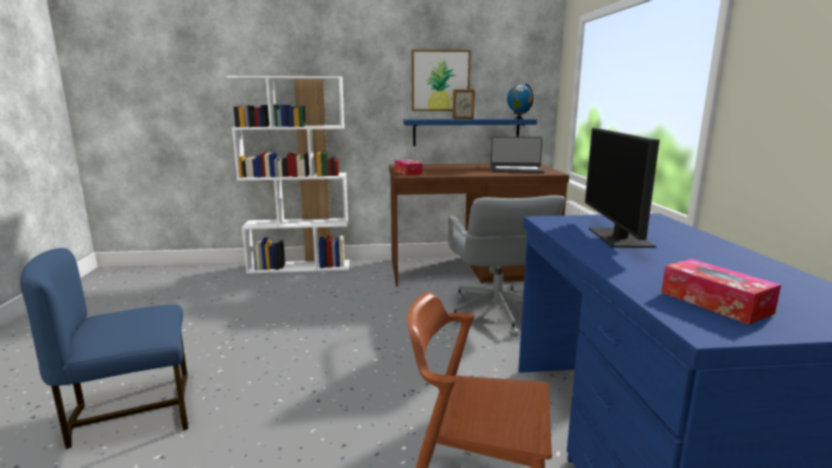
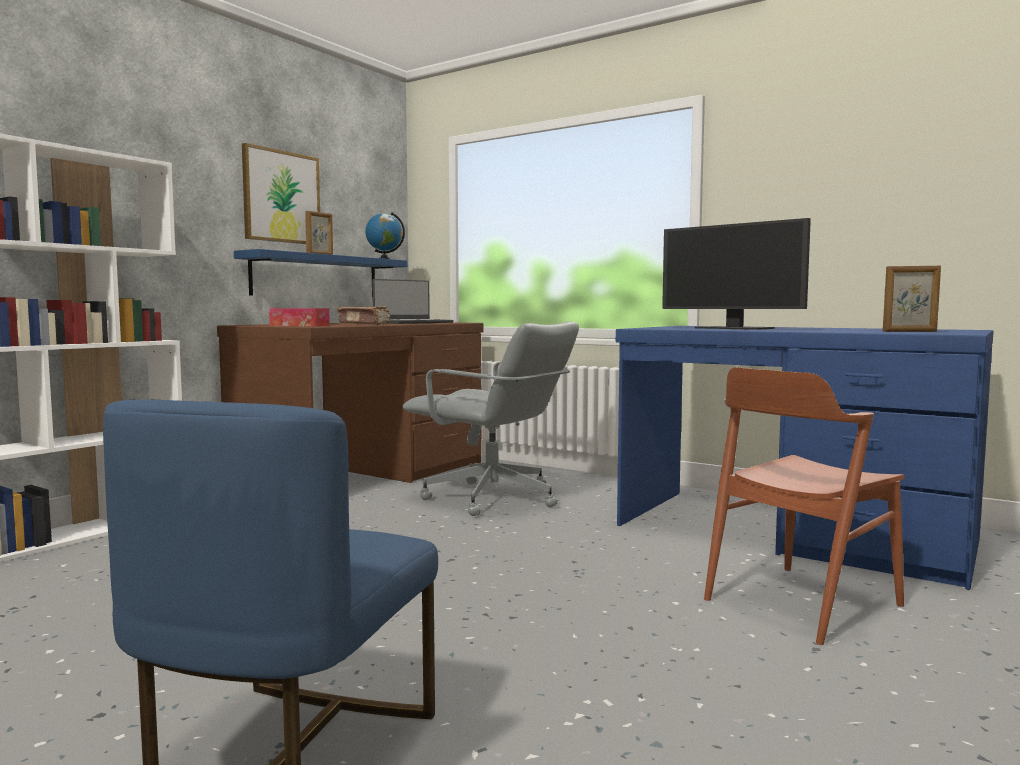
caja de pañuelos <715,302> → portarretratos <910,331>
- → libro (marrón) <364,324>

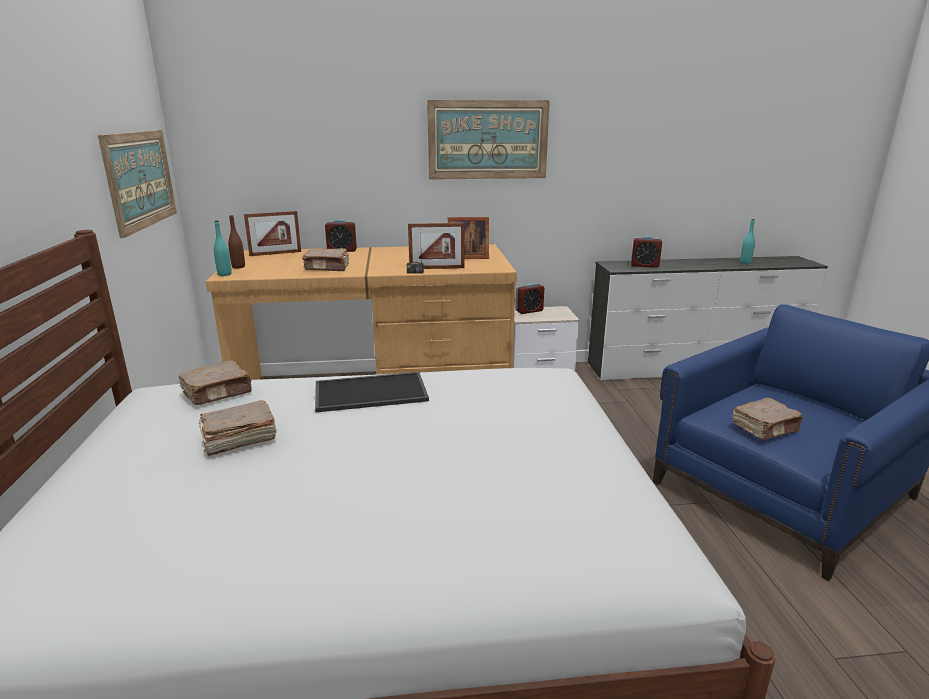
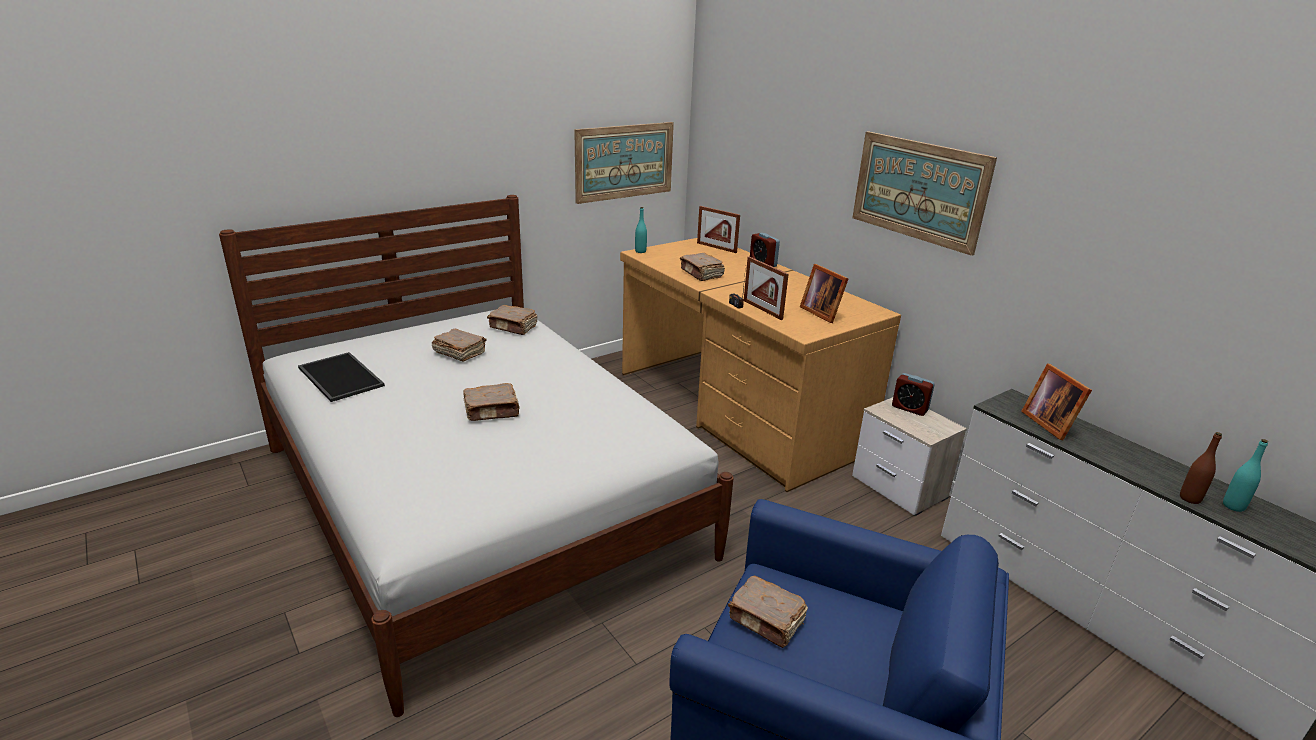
botella (marrón) <238,267> → botella (marrón) <1190,498>, relocated
despertador <644,265> → portarretratos <1049,423>
bandeja <369,393> → bandeja <339,377>, relocated
- → libro (marrón) <492,412>

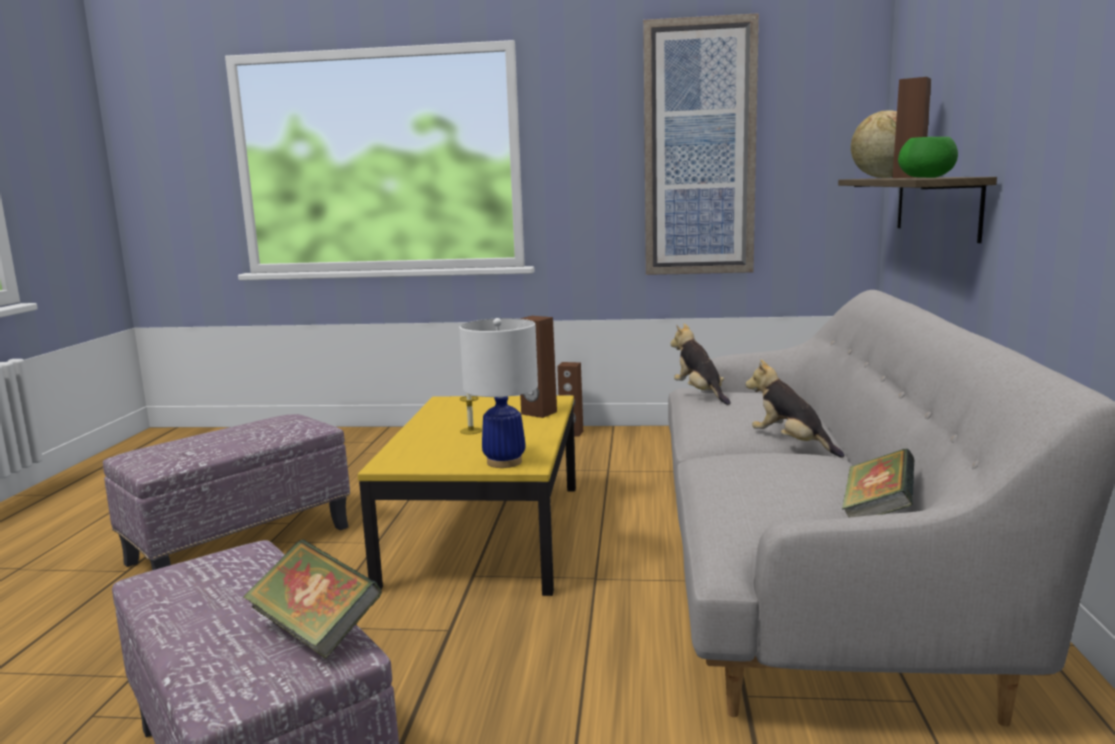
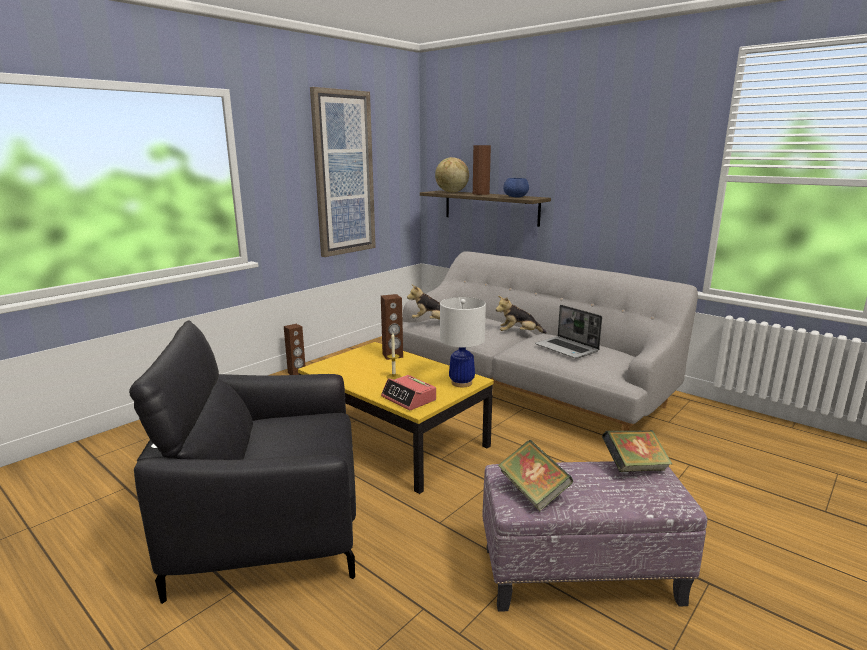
cuenco (verde) <927,177> → cuenco (azul) <516,197>
puf <241,544> → sillón (negro) <271,525>
libro <877,512> → libro <533,492>, relocated
- → portátil <567,348>
- → despertador <409,399>

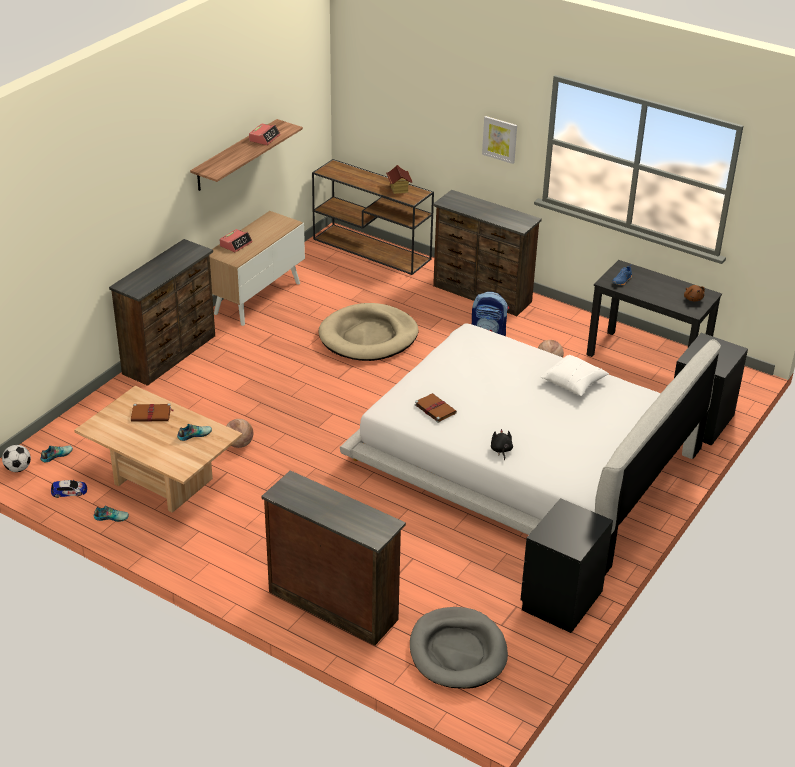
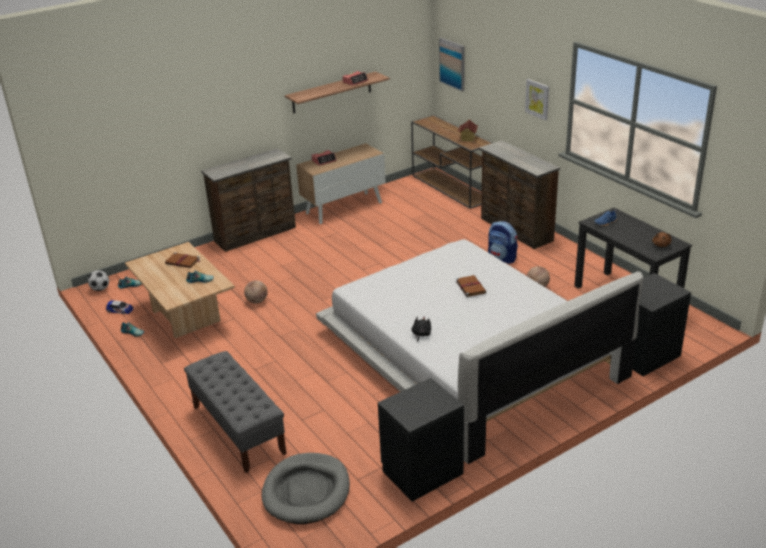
cama para perro (beis) <368,336> → -
cojín (blanco) <573,382> → -
libro (marrón) <434,408> → libro (marrón) <470,287>, relocated
cómoda (marrón) <333,604> → banco (gris) <238,429>
- → cuadro <452,64>

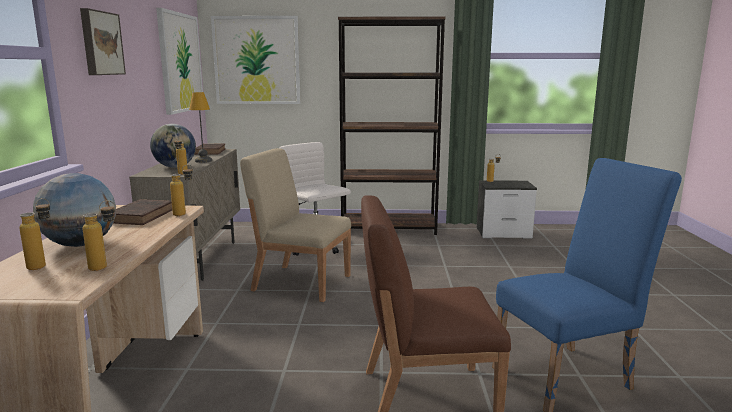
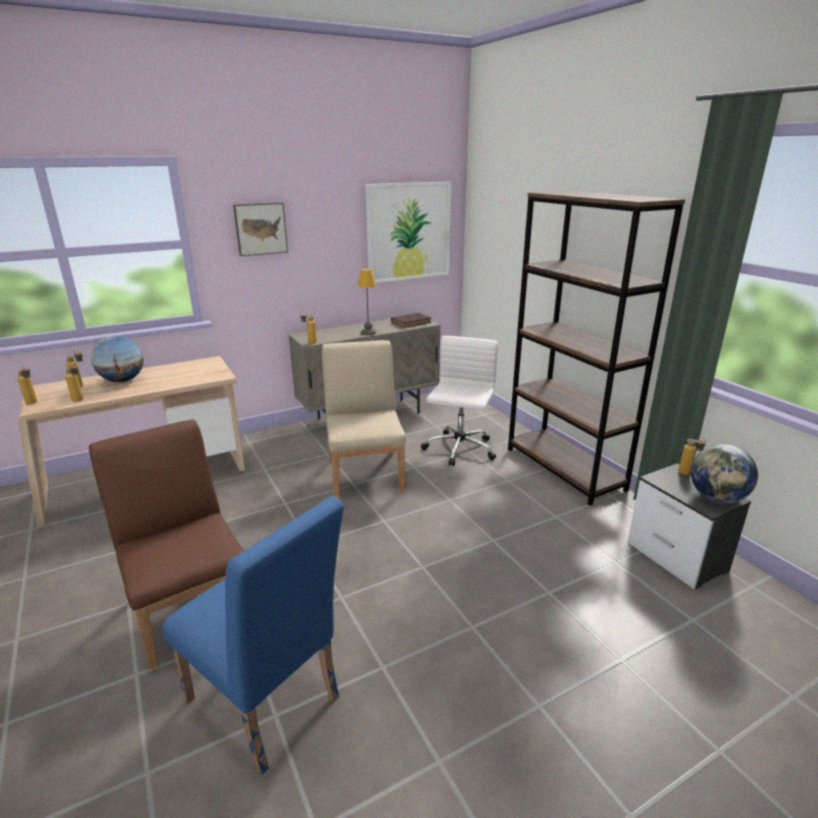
cuadro <257,60> → -
globo terráqueo <175,167> → globo terráqueo <717,498>, relocated
botella <184,214> → botella <33,403>, relocated
libro (marrón) <142,215> → -

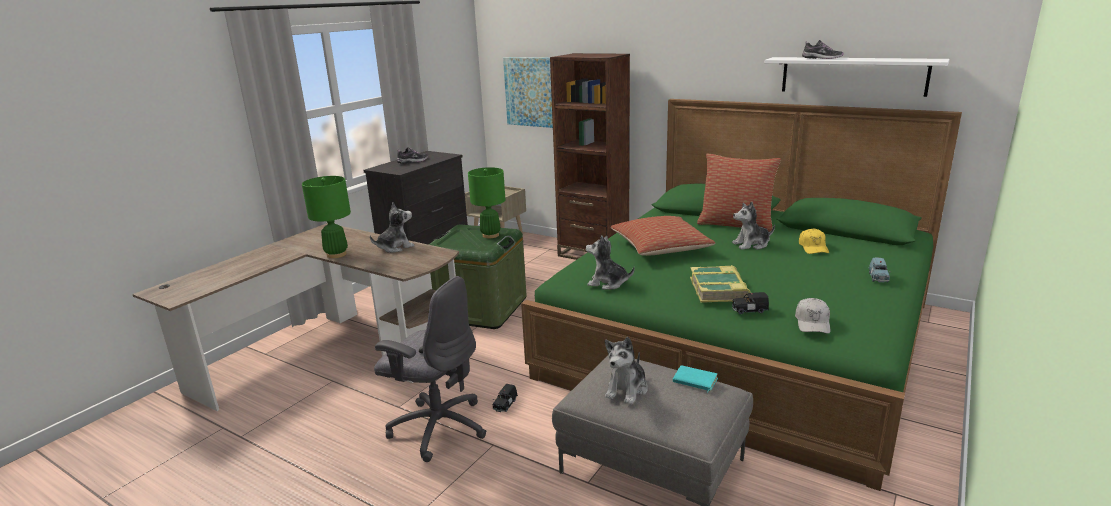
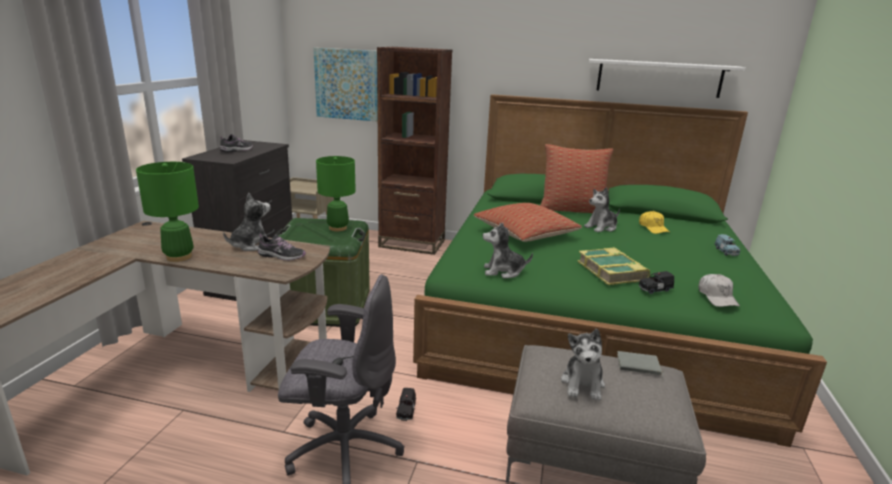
zapato <822,58> → zapato <281,256>, relocated
libro (turquesa) <694,381> → libro (gris) <638,366>

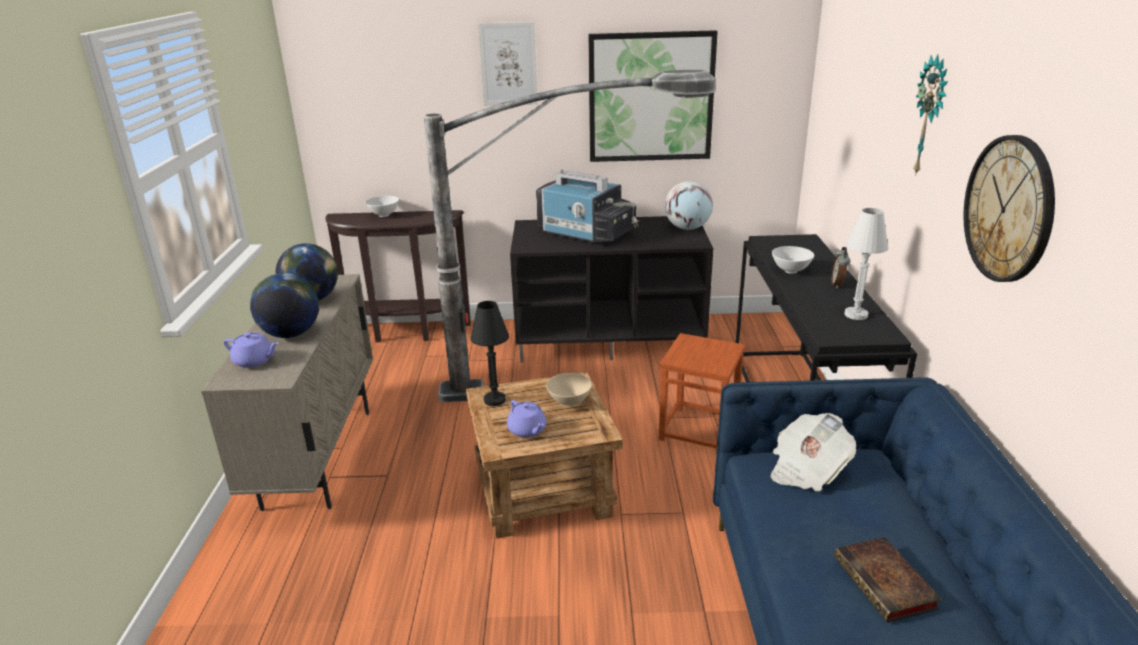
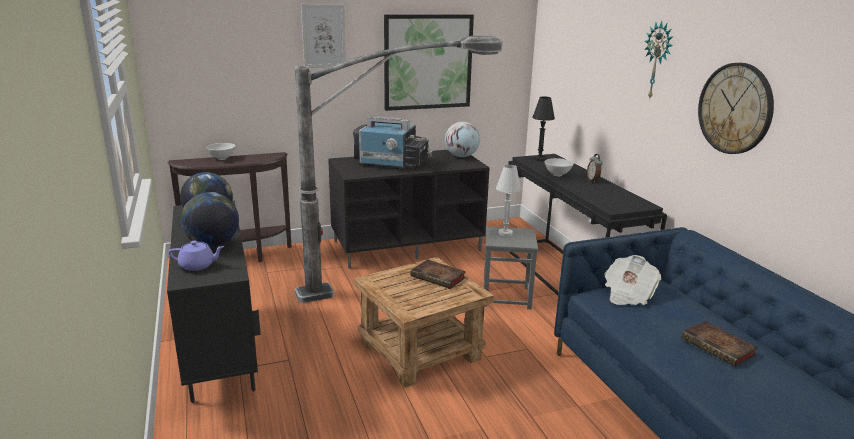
lámpara de mesa (blanco) <856,315> → lámpara de mesa (blanco) <505,233>, relocated
armario (beis) <319,457> → armario (negro) <220,356>
lámpara de mesa (negro) <494,400> → lámpara de mesa (negro) <539,159>, relocated
taburete (marrón) <699,430> → taburete (gris) <506,296>
cuenco (beis) <569,402> → libro <439,277>
tetera (morado) <527,430> → -

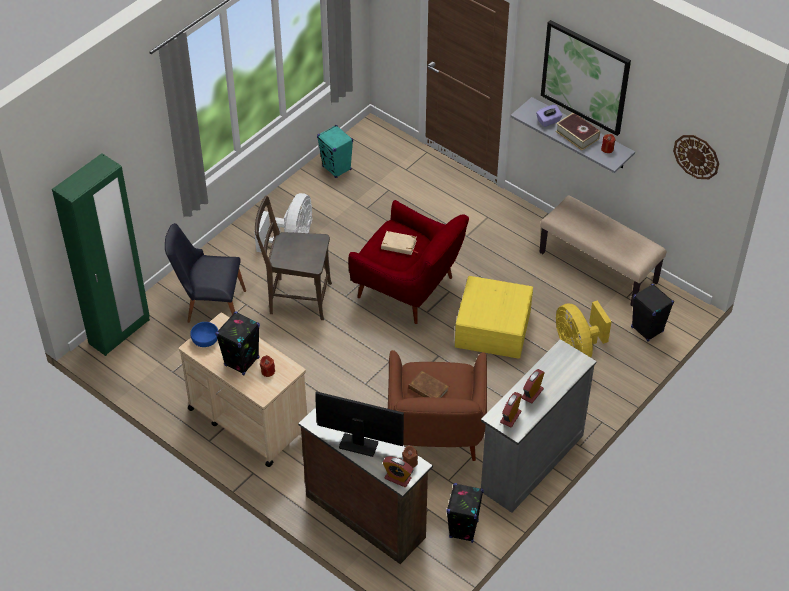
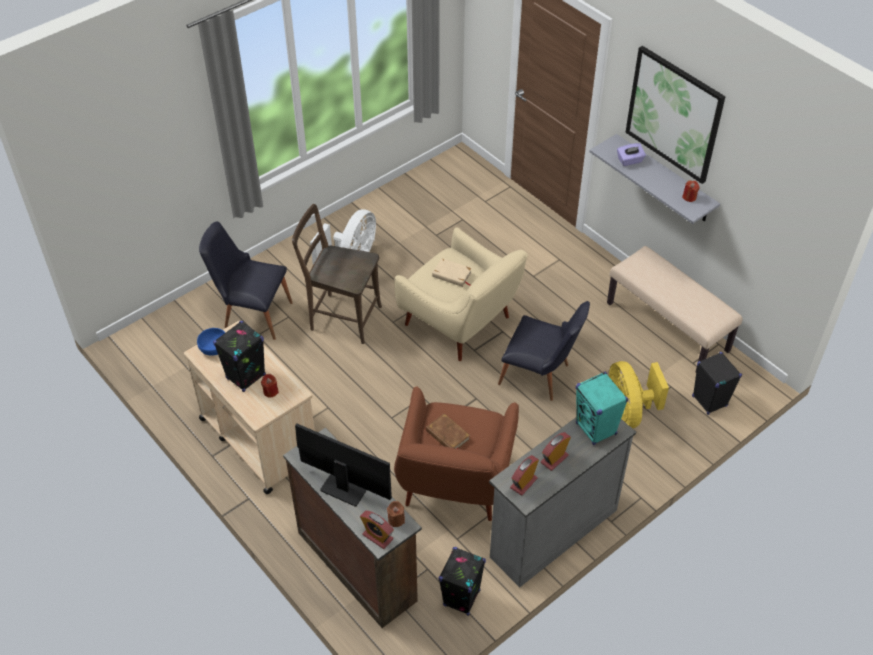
libro <577,135> → -
altavoz (turquesa) <337,168> → altavoz (turquesa) <596,429>, relocated
reloj de pared <696,156> → -
armario ropero (verde) <120,332> → -
sillón (rojo) <409,290> → sillón (beis) <461,324>
caja de almacenaje (amarillo) <492,328> → silla (negro) <540,377>

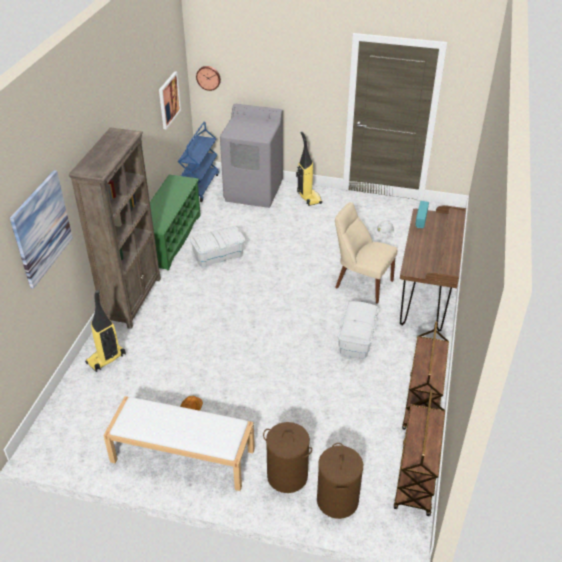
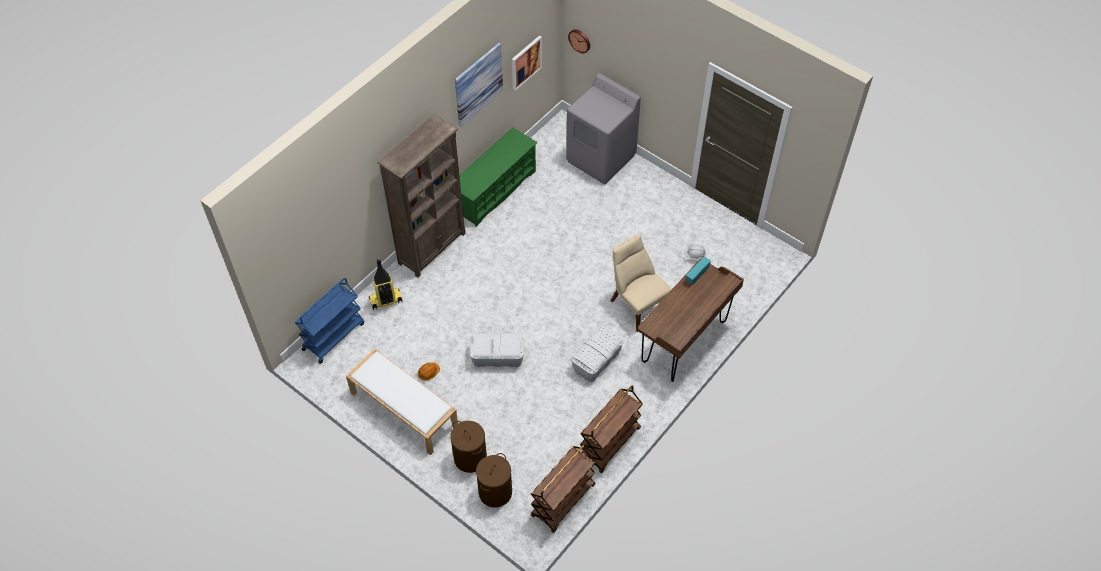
carrito (azul) <200,186> → carrito (azul) <333,336>, relocated
aspiradora <308,198> → -
cuadro <41,228> → cuadro <478,84>, relocated
caja de almacenaje (blanco) <218,255> → caja de almacenaje (blanco) <497,356>, relocated

